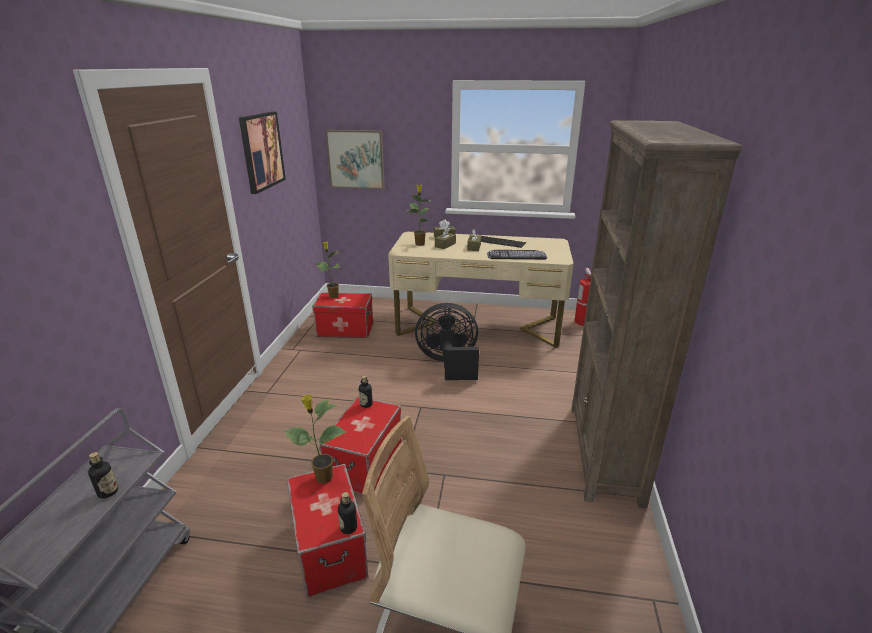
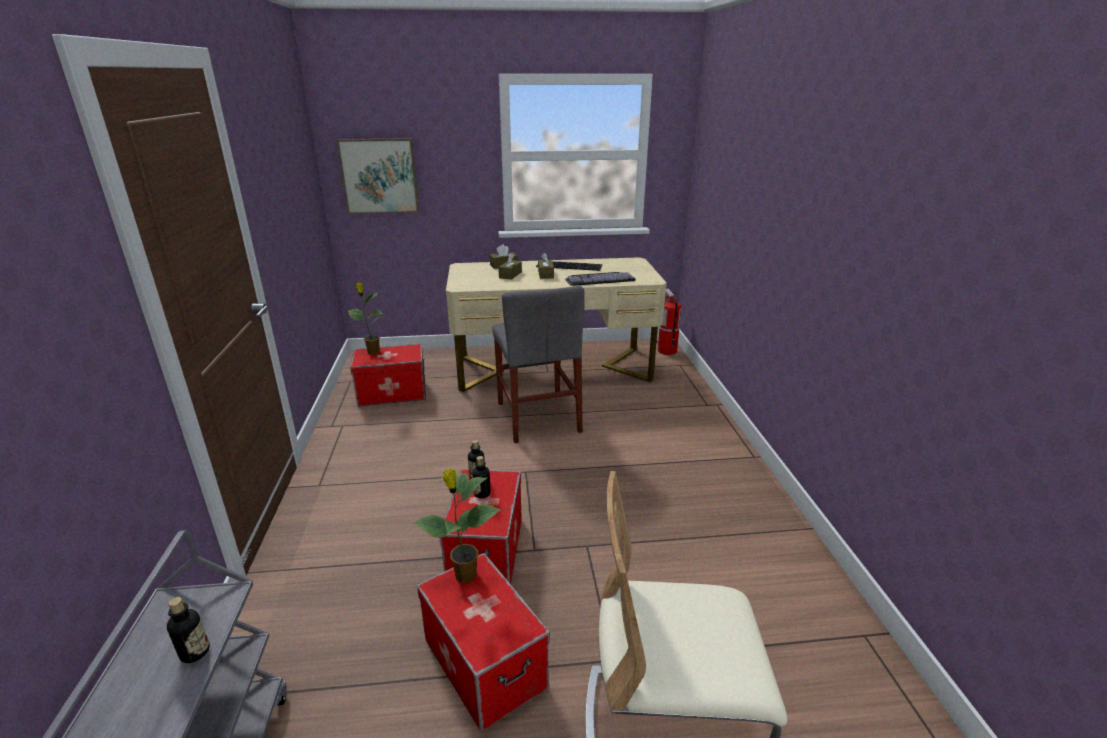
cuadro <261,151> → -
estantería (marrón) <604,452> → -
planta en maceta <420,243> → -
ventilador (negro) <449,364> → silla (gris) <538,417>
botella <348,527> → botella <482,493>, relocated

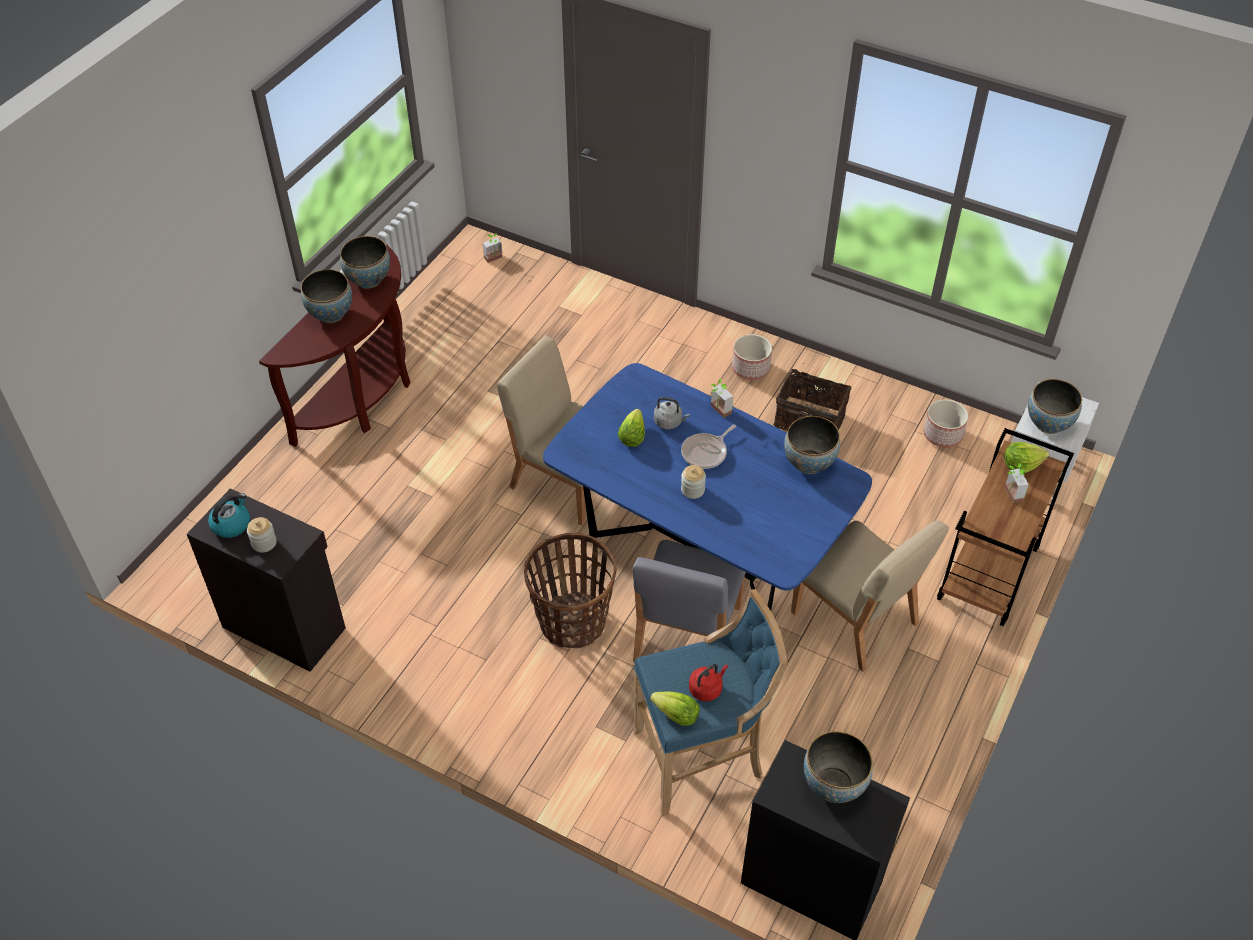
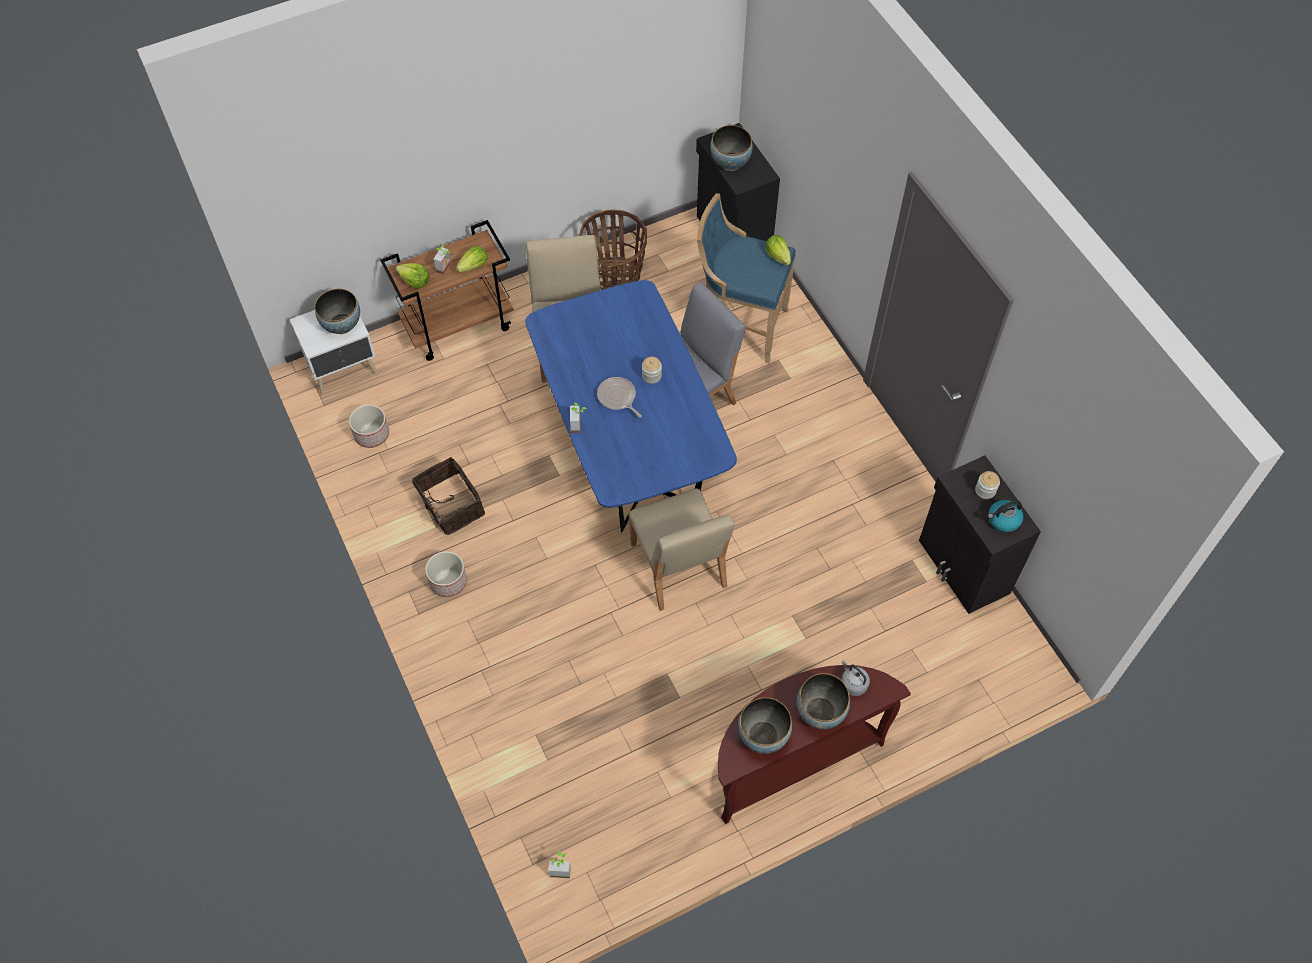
hervidor (gris) <669,422> → hervidor (gris) <852,683>, relocated
lechuga <632,437> → lechuga <474,266>, relocated
cuenco <809,463> → -
sartén <706,453> → sartén <617,397>, 120 degrees counterclockwise
cesta <572,621> → cesta <615,279>, relocated
hervidor (rojo) <706,689> → -

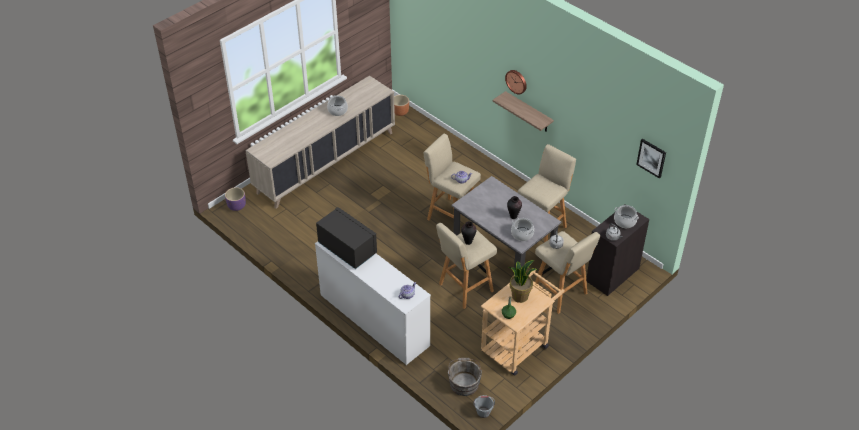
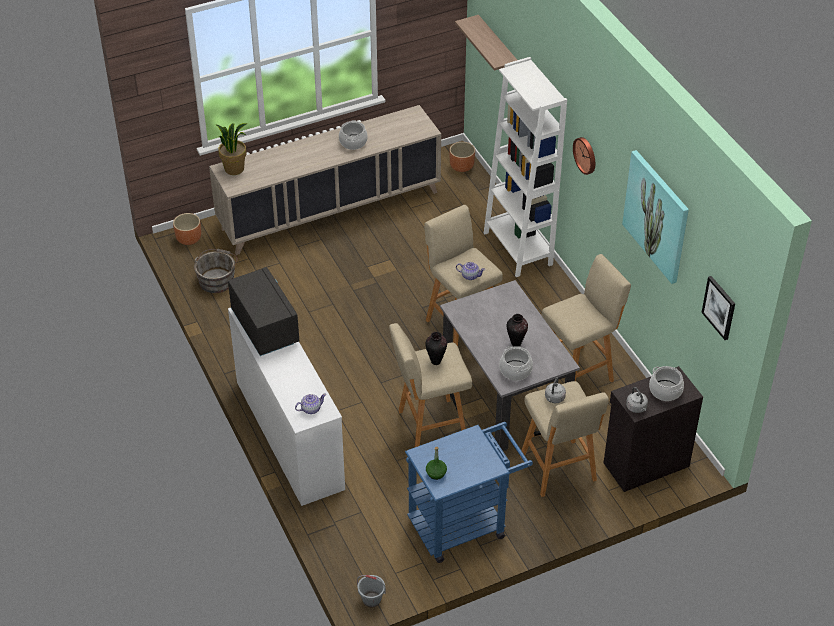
estante <528,112> → estante <497,48>, relocated
maceta (morado) <236,206> → maceta (marrón) <188,239>
planta en maceta <520,296> → planta en maceta <234,168>, relocated
carrito (beis) <518,345> → carrito (azul) <464,523>
cubo (gris) <464,382> → cubo (gris) <217,279>, relocated
- → estantería (blanco) <518,248>
- → cuadro <657,216>

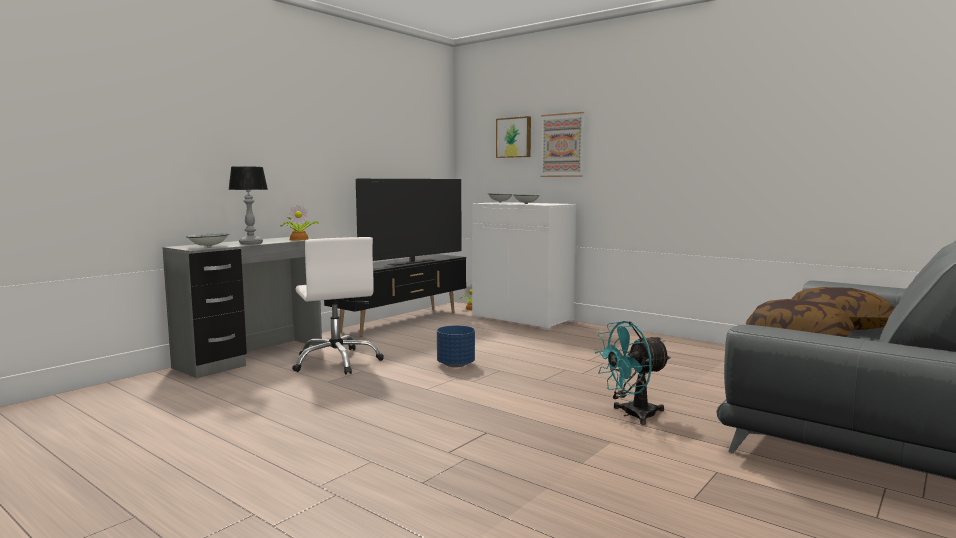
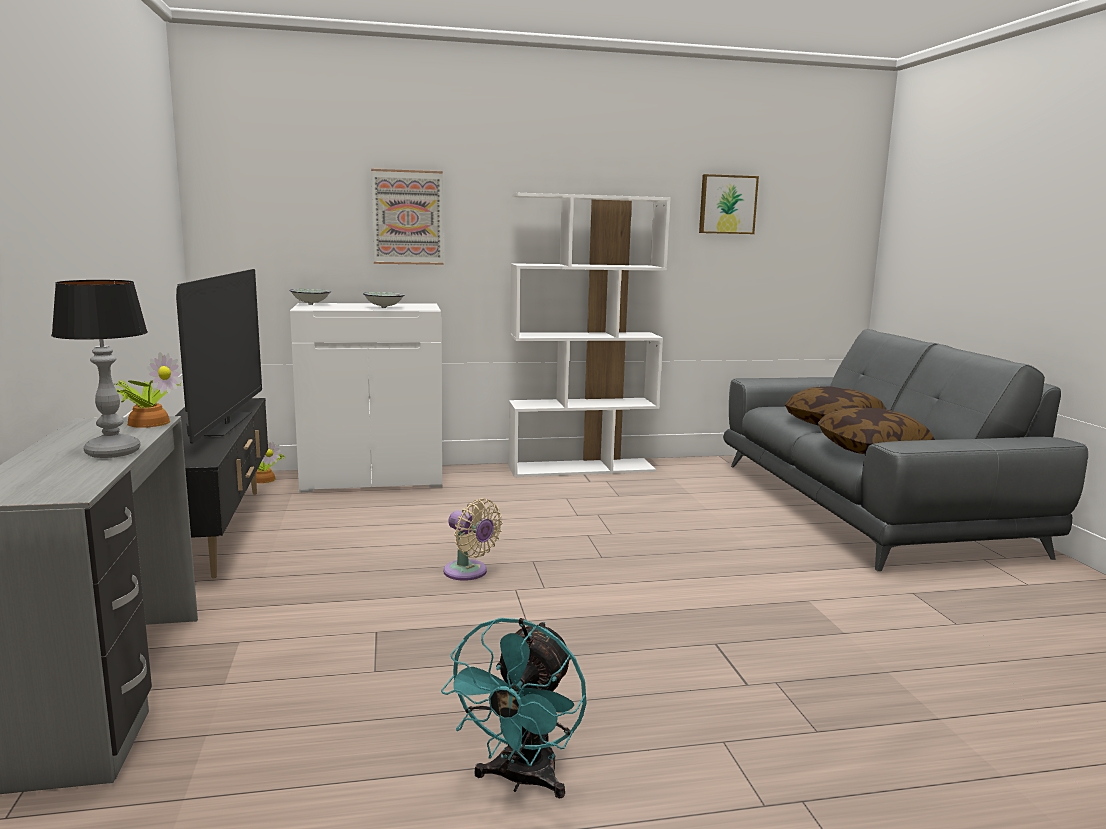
cuadro <514,137> → cuadro <727,204>, relocated
cuenco <209,247> → -
silla de oficina (blanco) <337,361> → -
ventilador (turquesa) <632,415> → ventilador (turquesa) <521,780>, relocated
maceta (azul) <456,365> → ventilador (beis) <468,573>
- → estantería (blanco) <582,468>

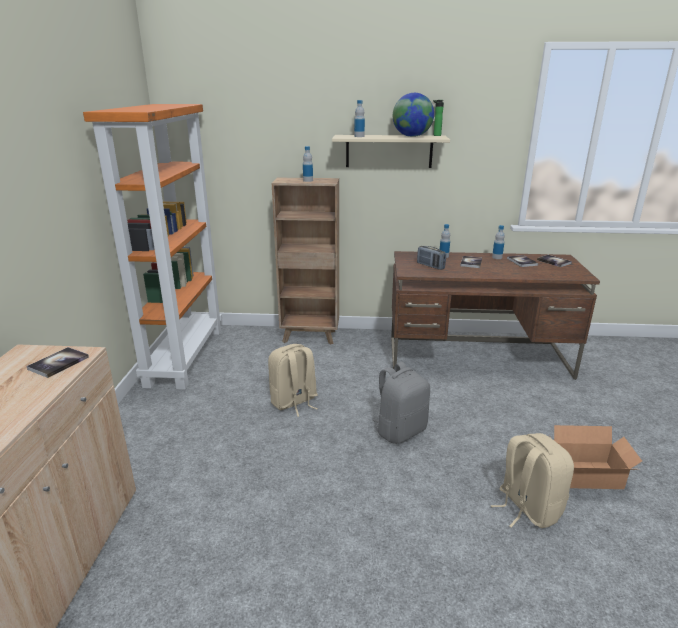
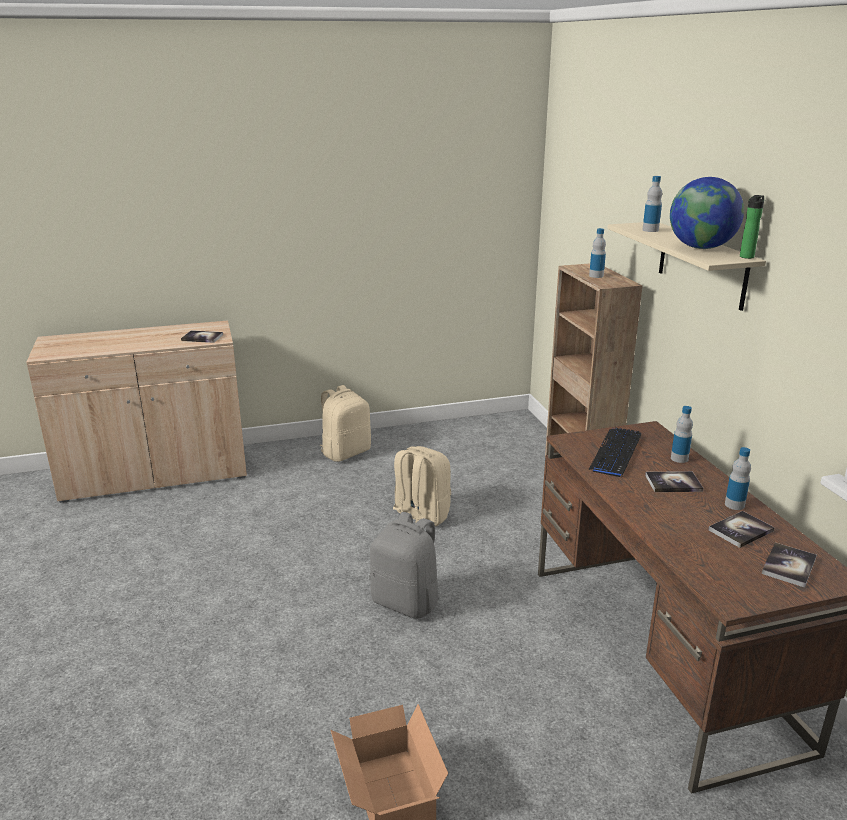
estantería (naranja) <185,356> → -
radio <430,266> → teclado <616,453>
mochila (beis) <527,507> → mochila (beis) <345,452>, relocated

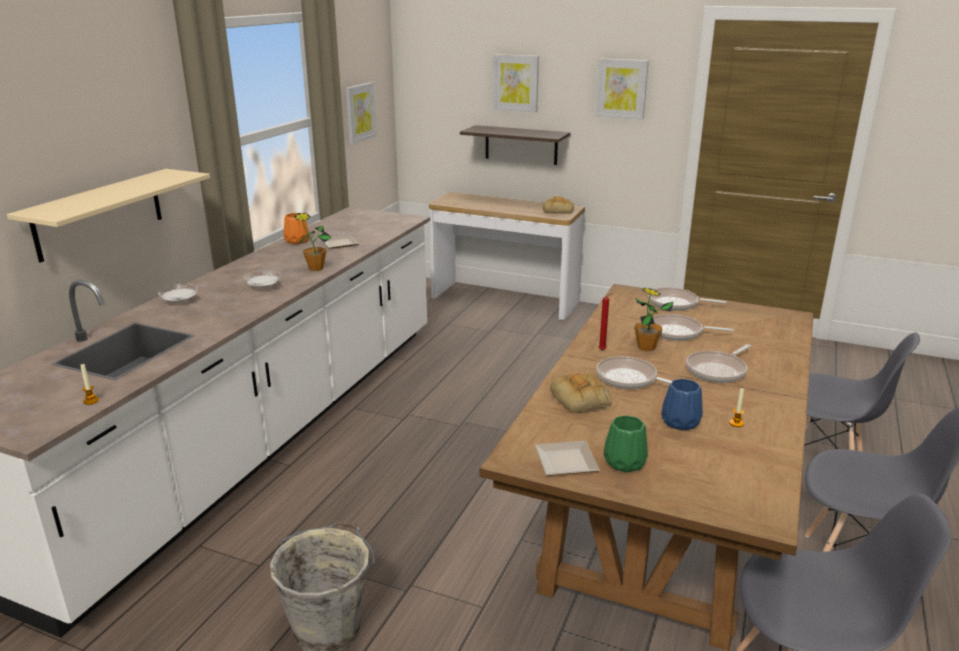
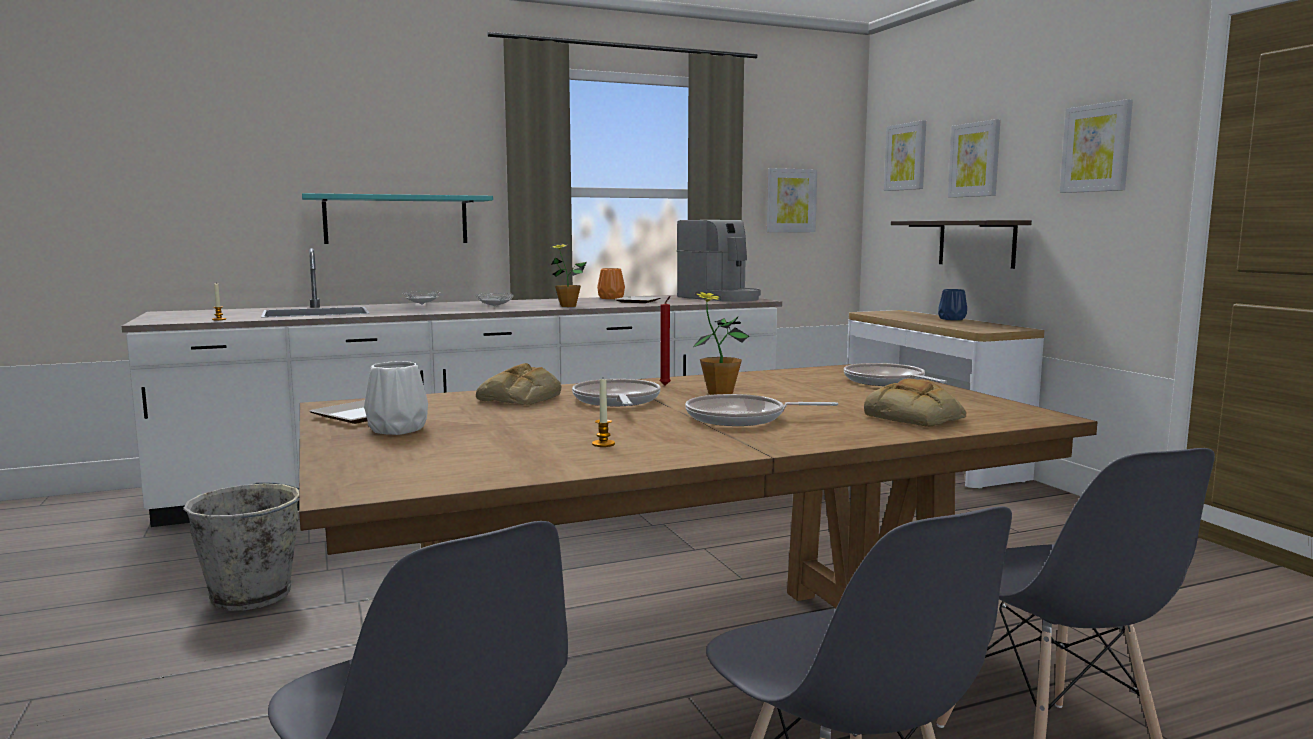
estante (beis) <99,214> → estante (turquesa) <396,219>
pan <558,210> → pan <916,418>, relocated
sartén <678,332> → -
florero (azul) <680,423> → florero (azul) <951,319>, relocated
florero (verde) <625,462> → florero (blanco) <399,429>
- → cuadro <906,157>
- → cafetera <721,298>

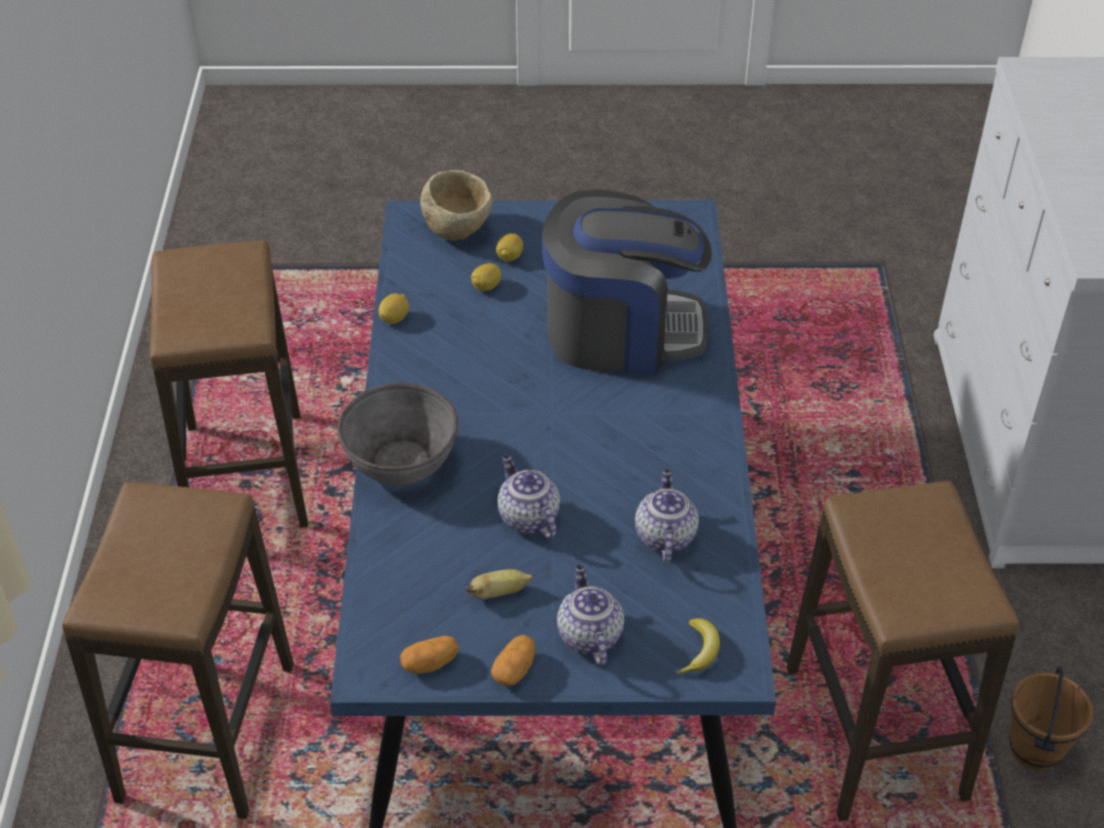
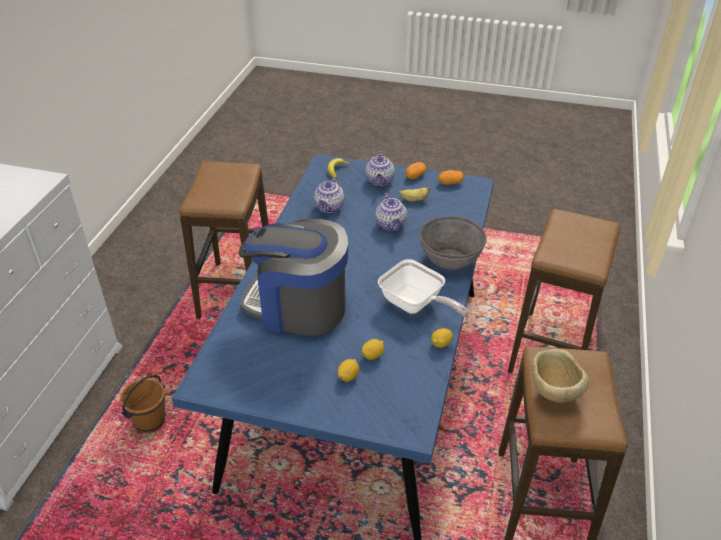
cuenco (beis) <459,229> → cuenco (beis) <554,393>, relocated
cubo (marrón) <1036,749> → cubo (marrón) <150,422>, relocated
- → sartén <415,305>

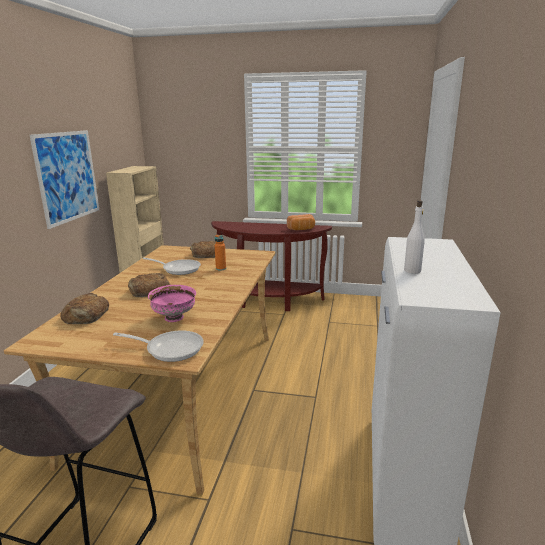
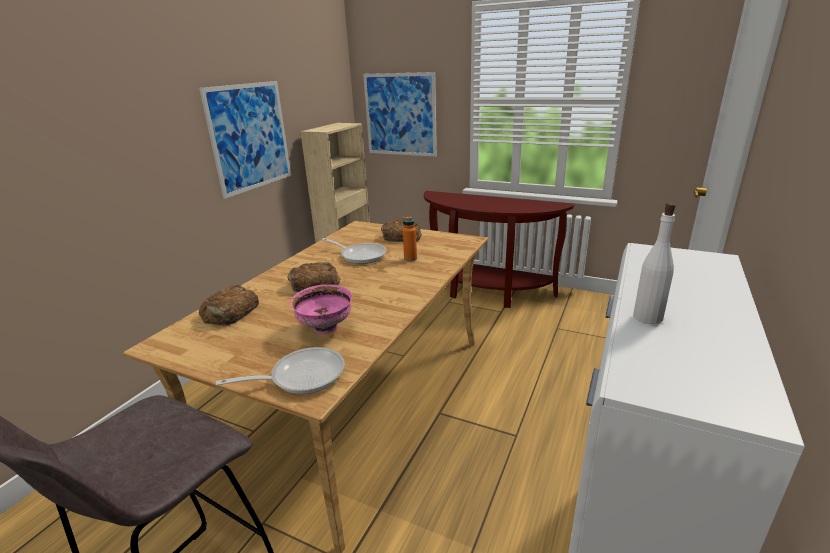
pan <301,229> → -
sartén <170,349> → sartén <301,376>, 45 degrees counterclockwise
- → cuadro <400,115>

